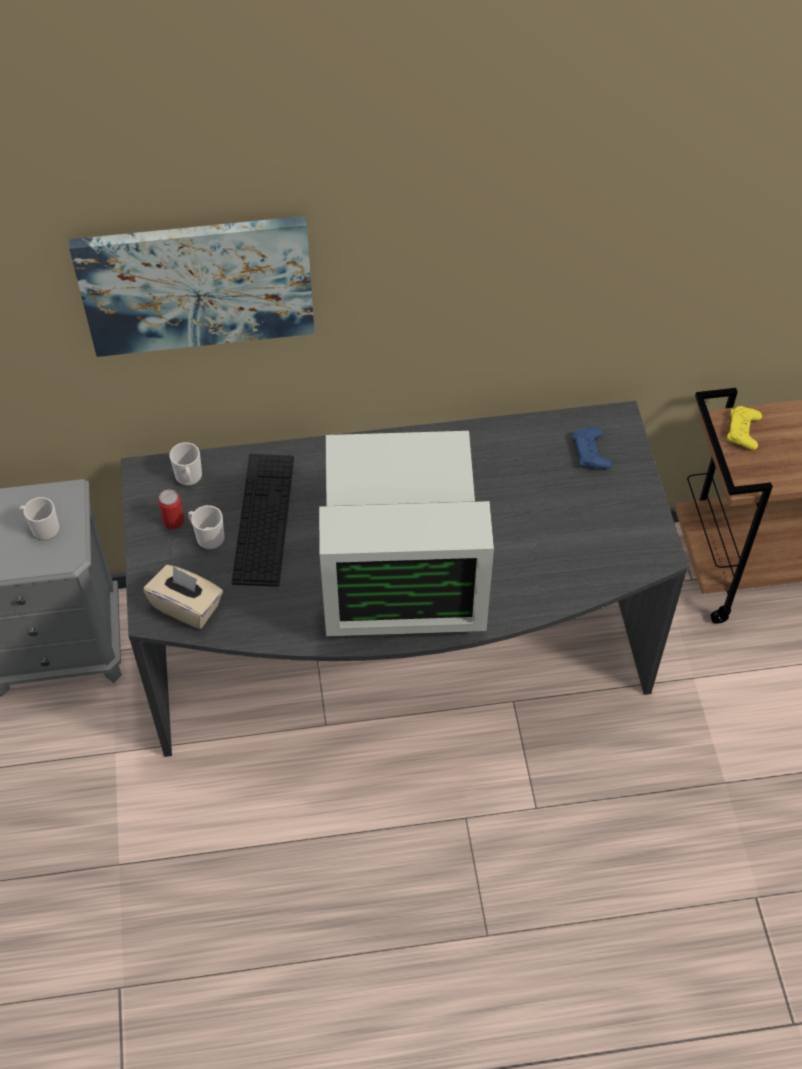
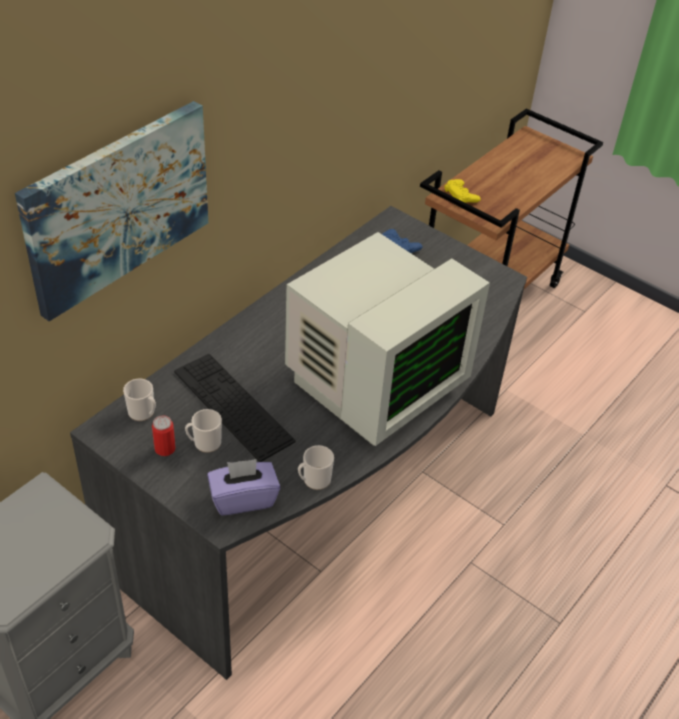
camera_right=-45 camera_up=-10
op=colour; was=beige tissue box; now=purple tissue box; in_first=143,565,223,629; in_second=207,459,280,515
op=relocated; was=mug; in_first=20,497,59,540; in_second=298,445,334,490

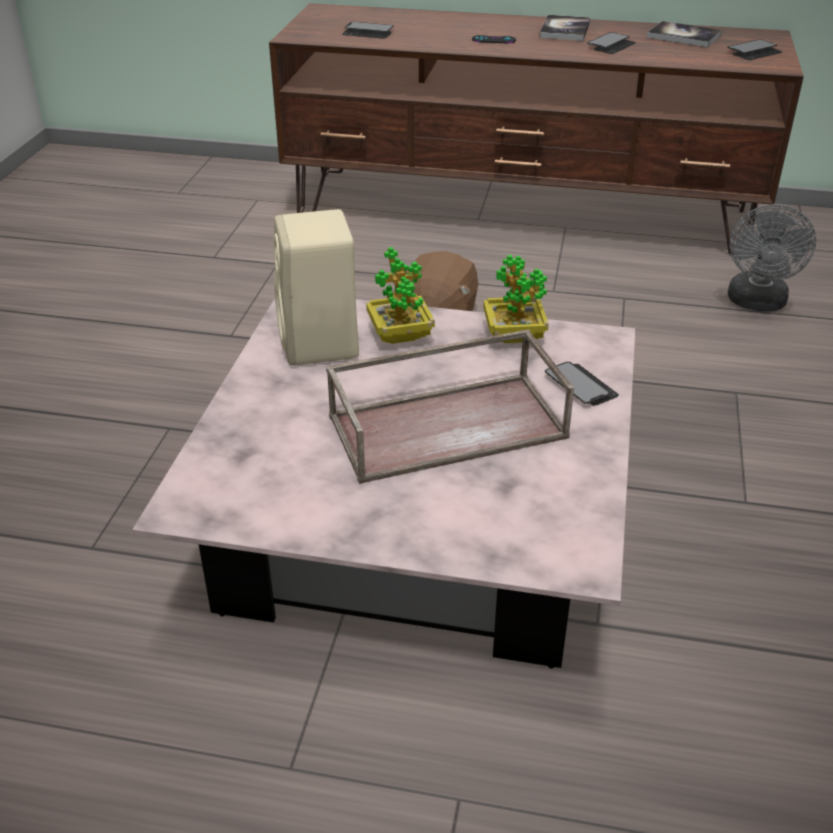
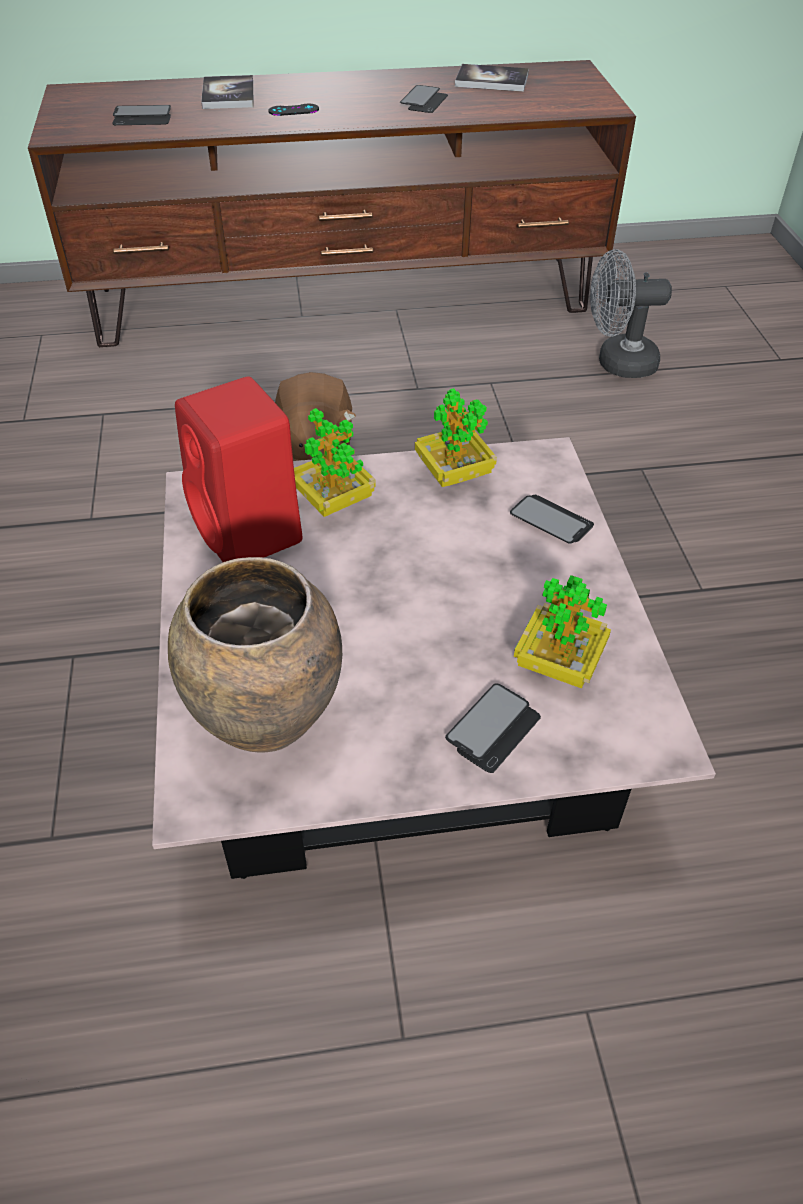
camera_right=-20 camera_up=10
op=appeared; now=brown vase; in_second=168,557,342,753
op=colour; was=beige speaker; now=red speaker; in_first=274,209,359,366; in_second=175,376,302,562
op=relocated; was=book; in_first=539,15,590,41; in_second=201,75,253,109
op=relocated; was=phone; in_first=728,39,782,60; in_second=445,684,541,773
op=appeared; now=potted plant; in_second=514,575,611,688
op=spun; was=grey fan; in_first=728,204,816,311; in_second=590,249,672,378; clockwise=90
op=missing; was=brown tray; in_first=326,329,574,484

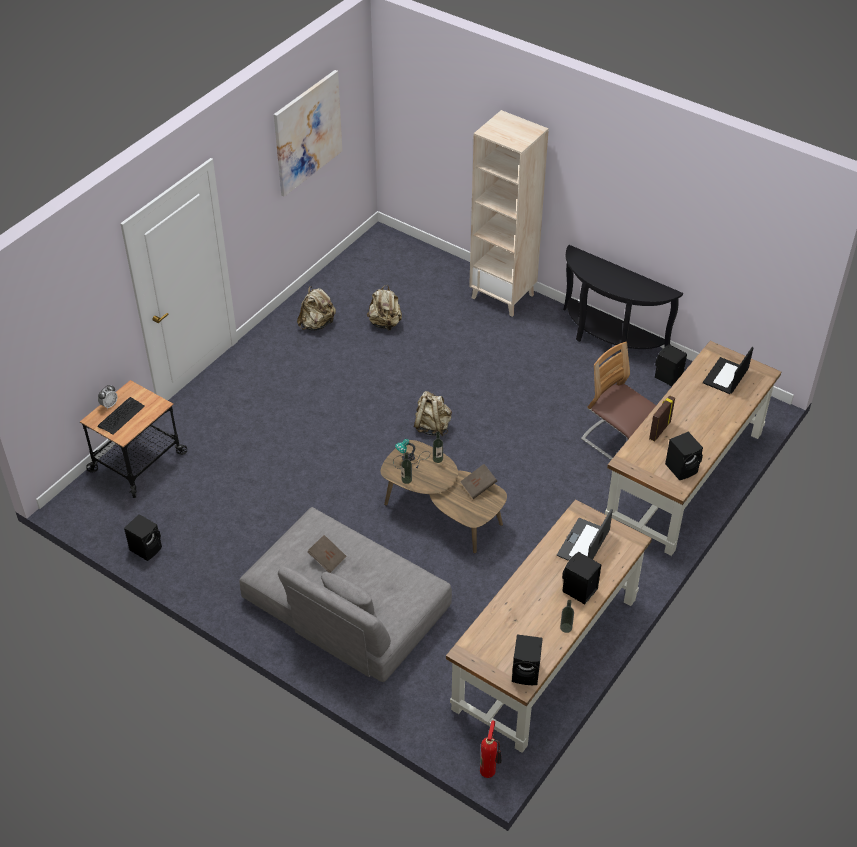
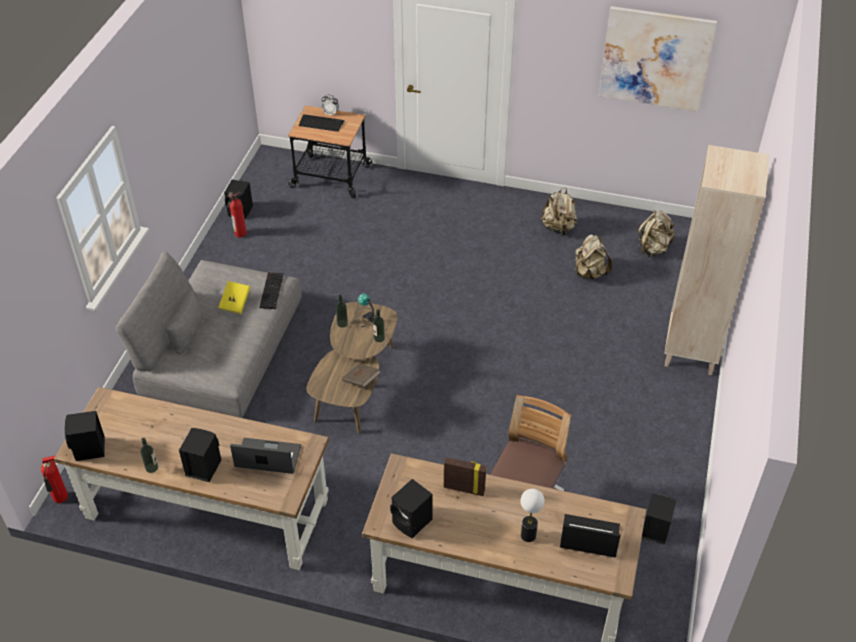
camera_right=70 camera_up=0
op=colour; was=brown book; now=yellow book; in_first=307,535,347,573; in_second=218,281,250,314
op=appeared; now=fire extinguisher; in_second=228,192,247,237
op=appeared; now=keyboard; in_second=259,272,284,309
op=appeared; now=table lamp; in_second=520,489,545,542
op=relocated; was=beige backpack; in_first=414,391,452,436; in_second=638,210,675,257
op=missing; was=black console table; in_first=563,245,683,352

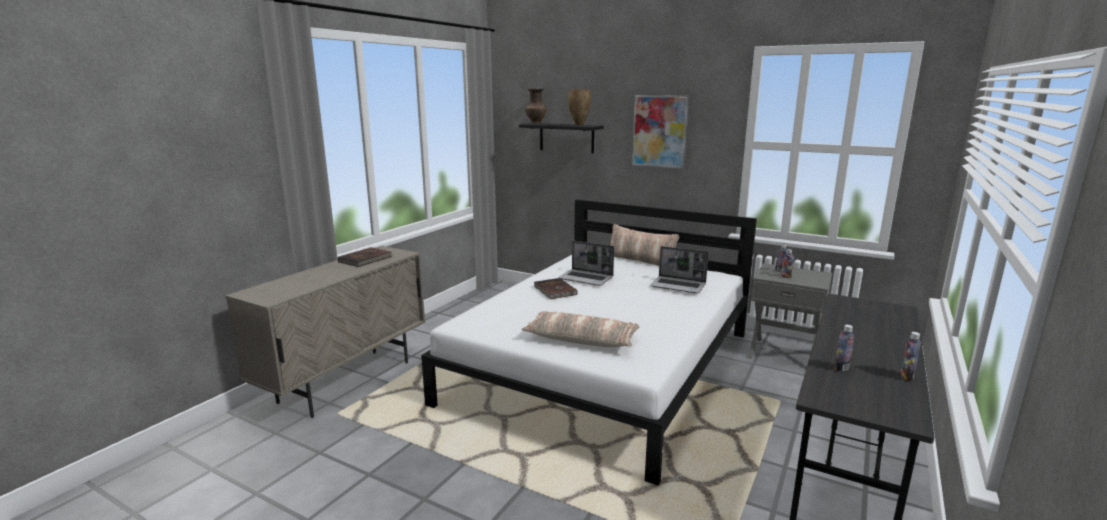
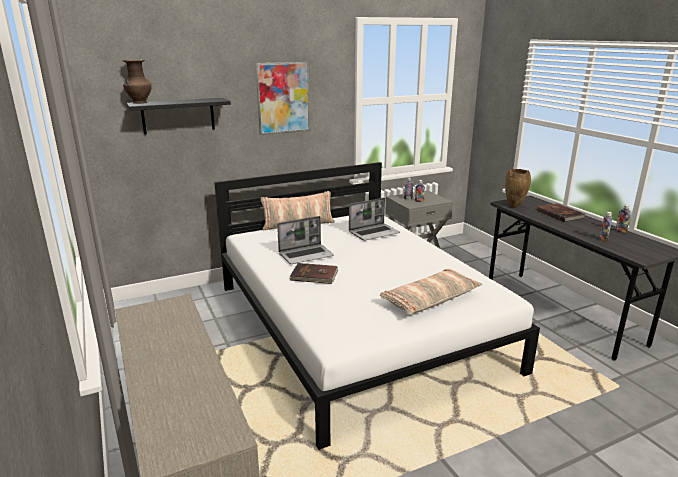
camera_right=-55 camera_up=5
op=relocated; was=brown vase; in_first=568,89,591,126; in_second=505,169,531,208
op=relocated; was=brown book; in_first=338,247,393,267; in_second=537,203,585,222

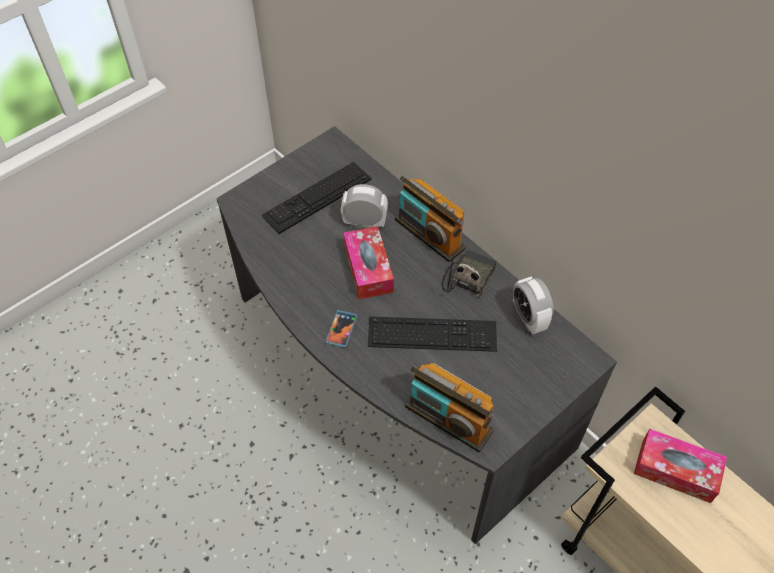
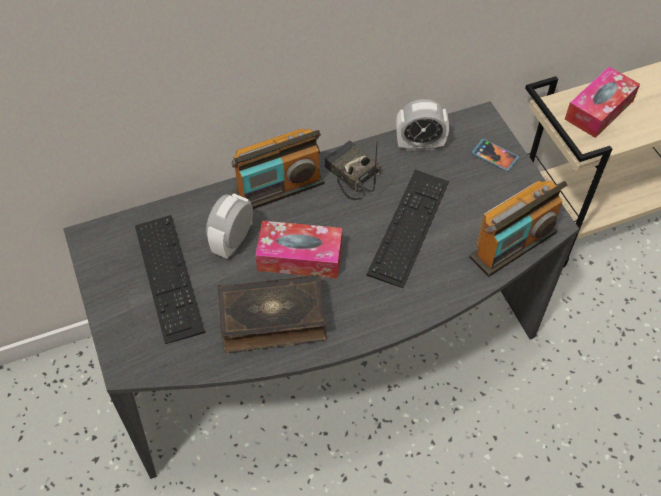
camera_right=-70 camera_up=0
op=appeared; now=book; in_second=218,274,327,353
op=relocated; was=phone; in_first=325,310,357,348; in_second=471,139,519,172

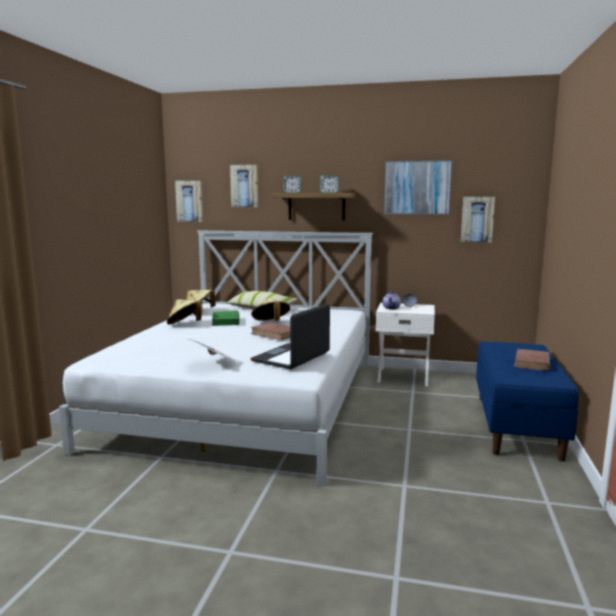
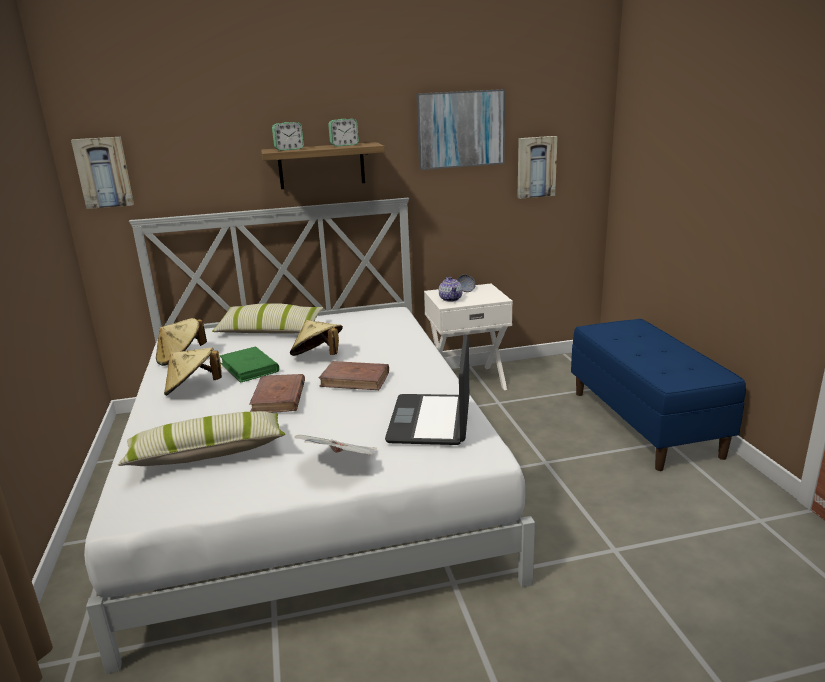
camera_right=-25 camera_up=10
op=appeared; now=pillow; in_second=118,411,285,466
op=relocated; was=brown book; in_first=514,349,550,371; in_second=249,374,305,413
op=missing; was=picture; in_first=230,165,258,207

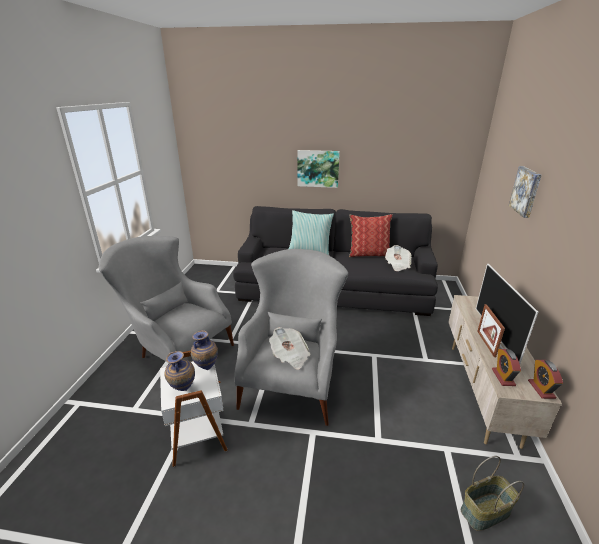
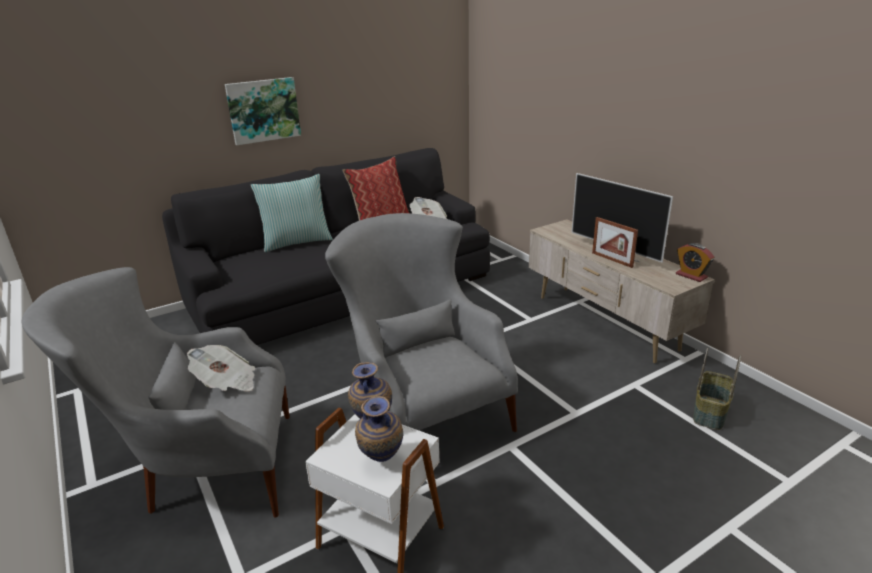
camera_right=-40 camera_up=0
op=relocated; was=newspaper; in_first=269,327,311,370; in_second=187,345,255,391
op=missing; was=alarm clock; in_first=492,349,521,386
op=missing; was=picture; in_first=509,166,541,218

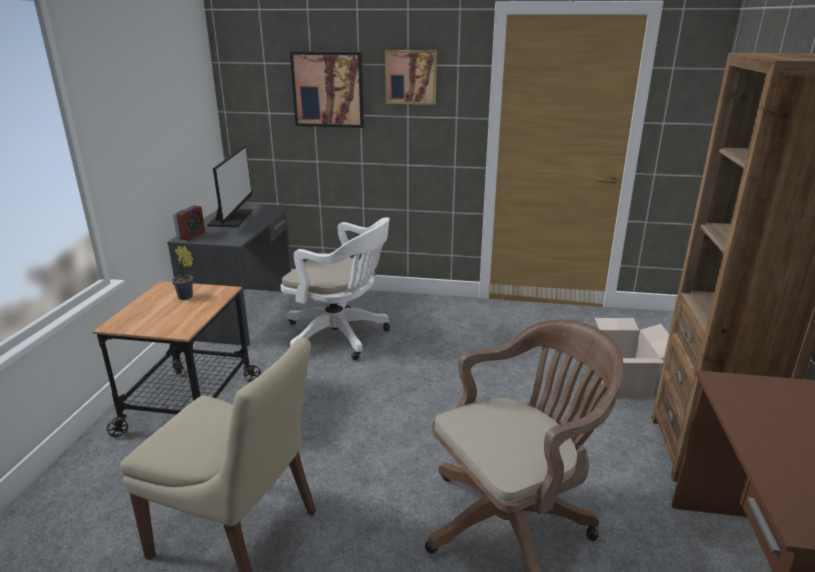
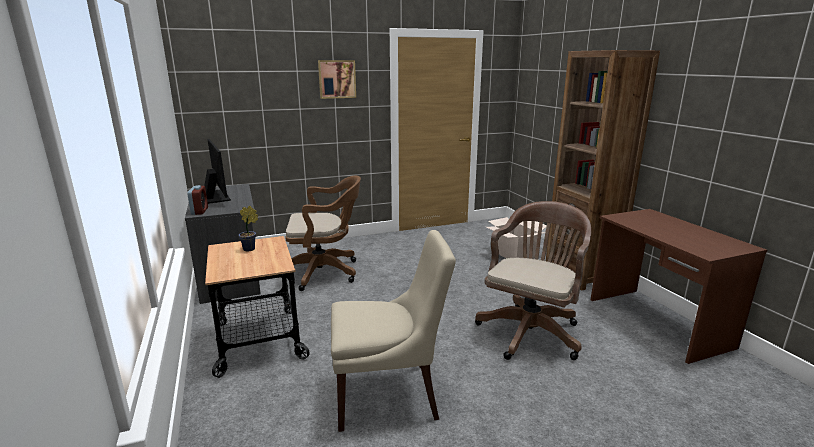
camera_right=-30 camera_up=-5
op=colour; was=white office chair; now=brown office chair; in_first=281,217,390,360; in_second=286,176,361,291
op=missing; was=picture; in_first=290,51,364,128

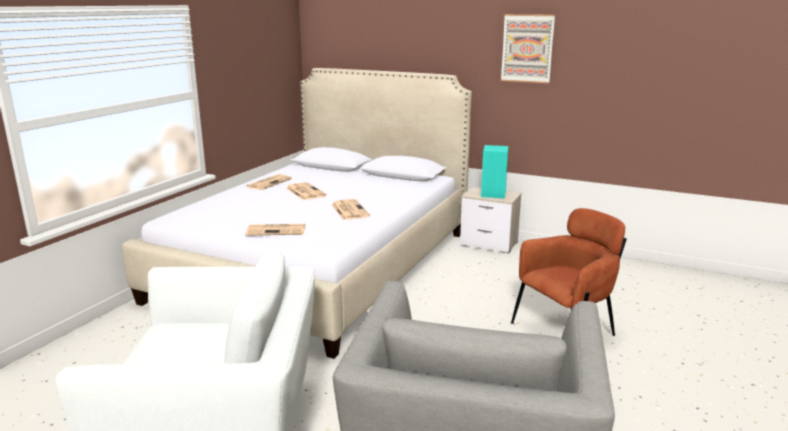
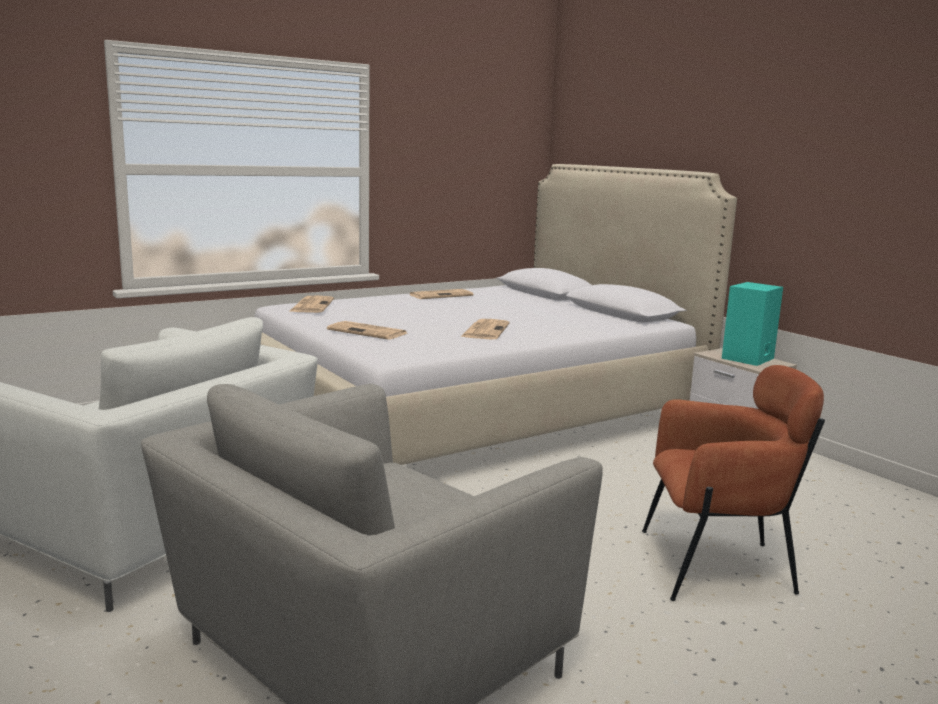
camera_right=30 camera_up=-5
op=relocated; was=newspaper; in_first=286,182,327,200; in_second=290,296,334,313
op=missing; was=picture; in_first=501,14,555,83

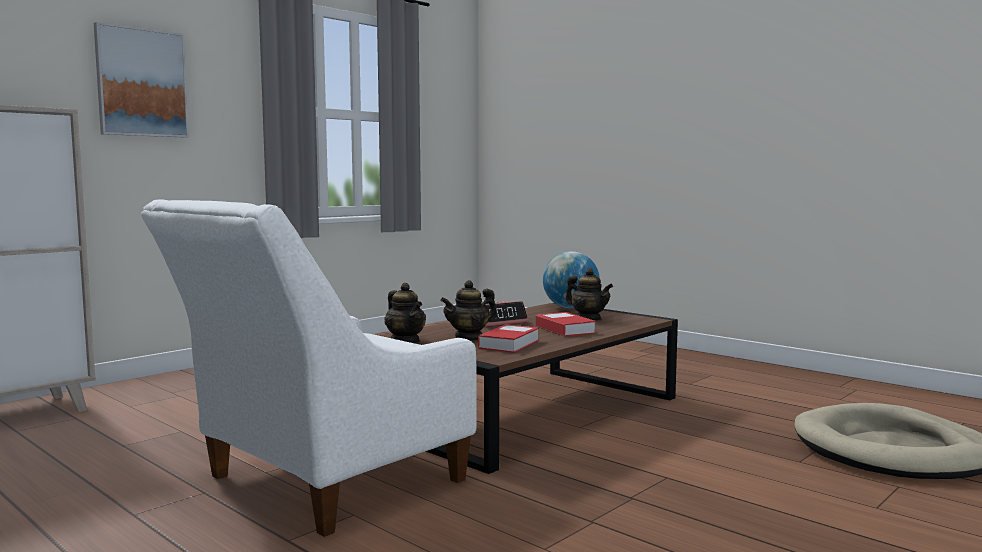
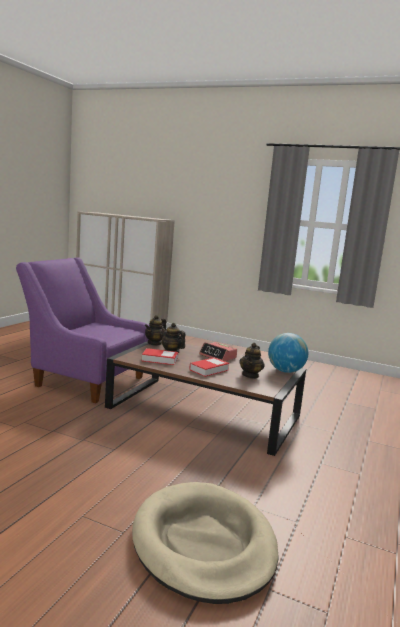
camera_right=70 camera_up=5
op=colour; was=white armchair; now=purple armchair; in_first=141,199,477,537; in_second=16,257,149,403
op=missing; was=picture; in_first=94,22,189,138

